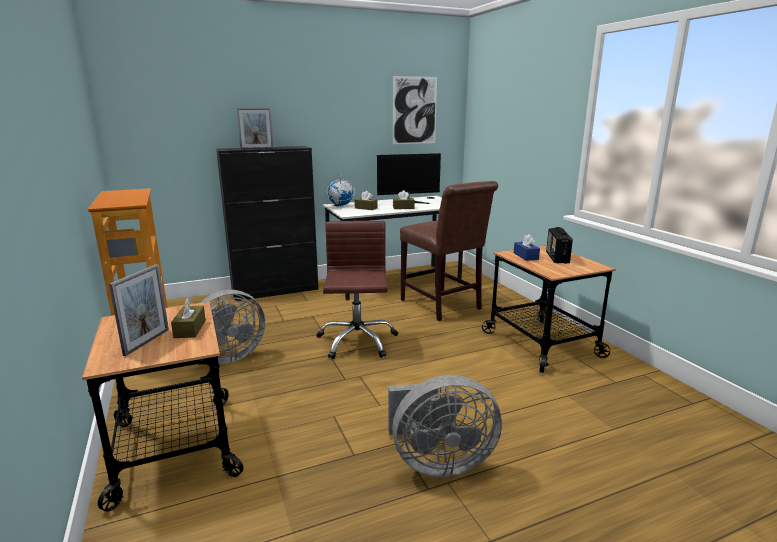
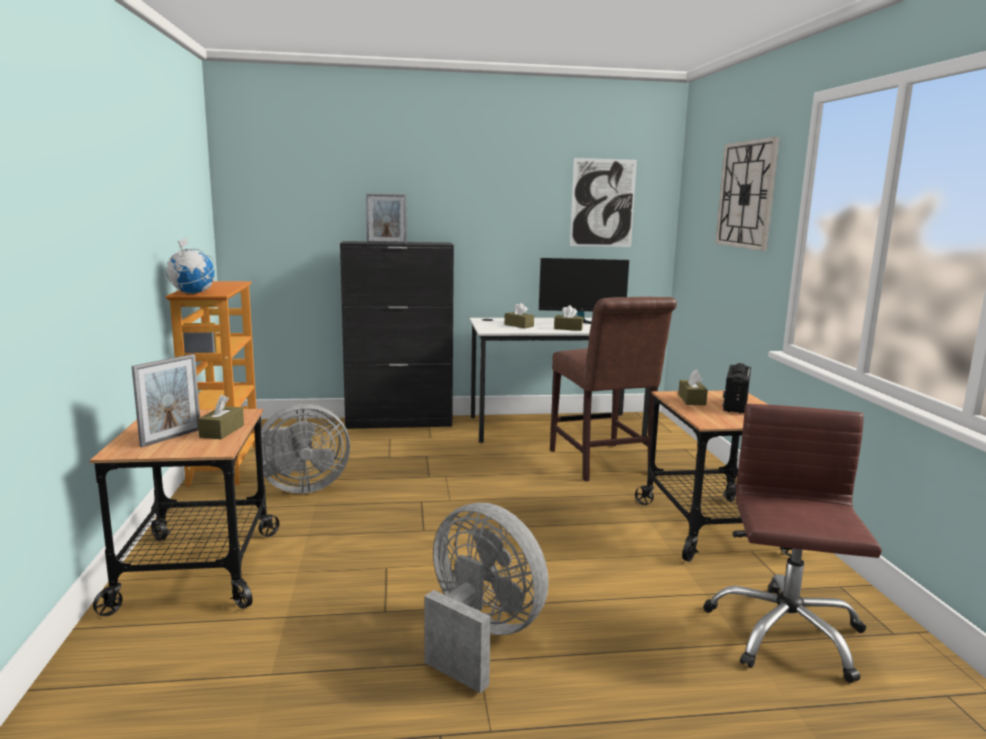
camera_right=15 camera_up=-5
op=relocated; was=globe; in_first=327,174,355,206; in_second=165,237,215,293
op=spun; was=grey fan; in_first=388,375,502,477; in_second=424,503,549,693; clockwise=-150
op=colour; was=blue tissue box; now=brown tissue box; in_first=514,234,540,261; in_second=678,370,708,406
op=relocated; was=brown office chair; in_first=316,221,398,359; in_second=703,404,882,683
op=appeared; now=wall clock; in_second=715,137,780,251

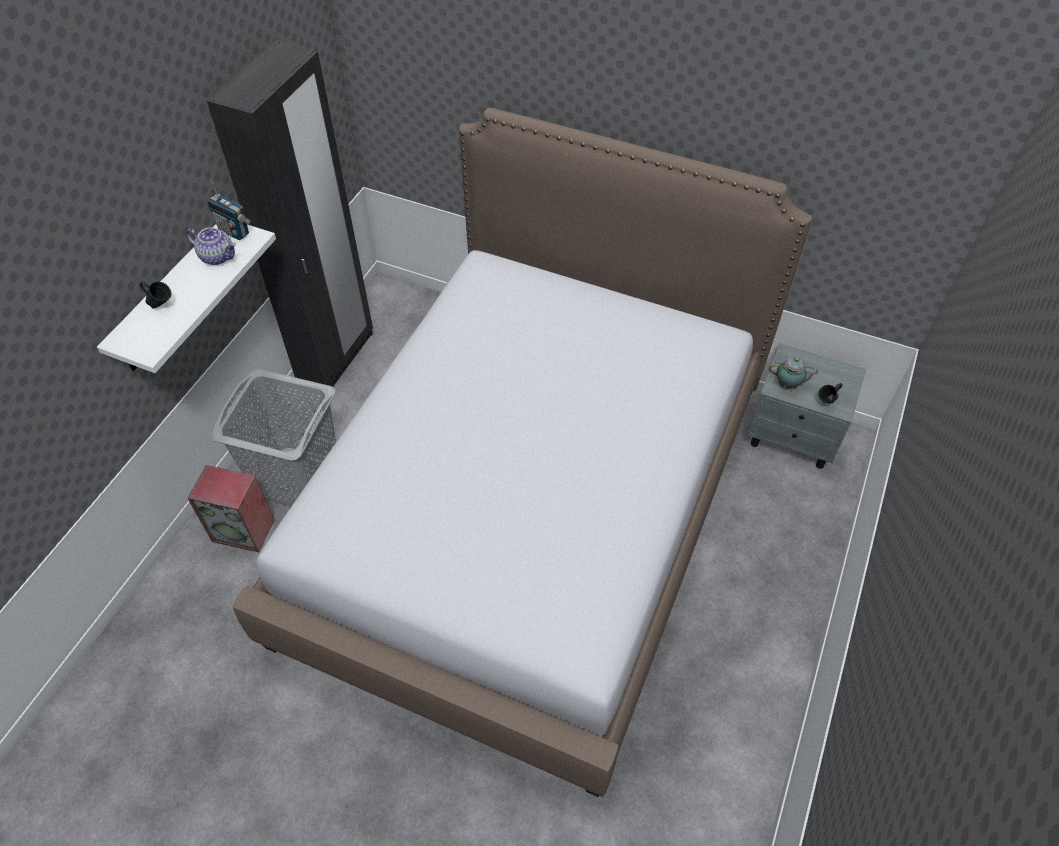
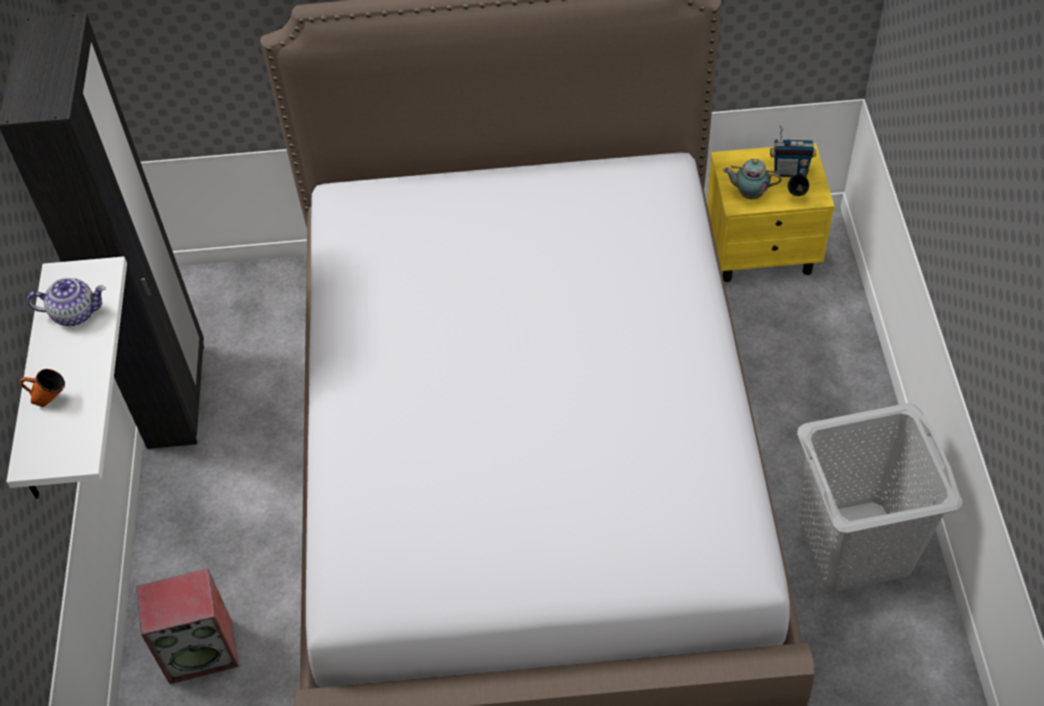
camera_right=-25 camera_up=0
op=colour; was=blue mug; now=orange mug; in_first=140,281,171,309; in_second=20,369,65,407
op=colour; was=grey nightstand; now=yellow nightstand; in_first=748,343,866,469; in_second=707,143,834,282
op=spun; was=teapot; in_first=769,356,819,389; in_second=723,159,782,199; clockwise=-150
op=relocated; was=radio; in_first=207,179,252,240; in_second=770,125,816,177
op=relocated; was=grey laundry basket; in_first=211,369,336,507; in_second=797,403,962,592

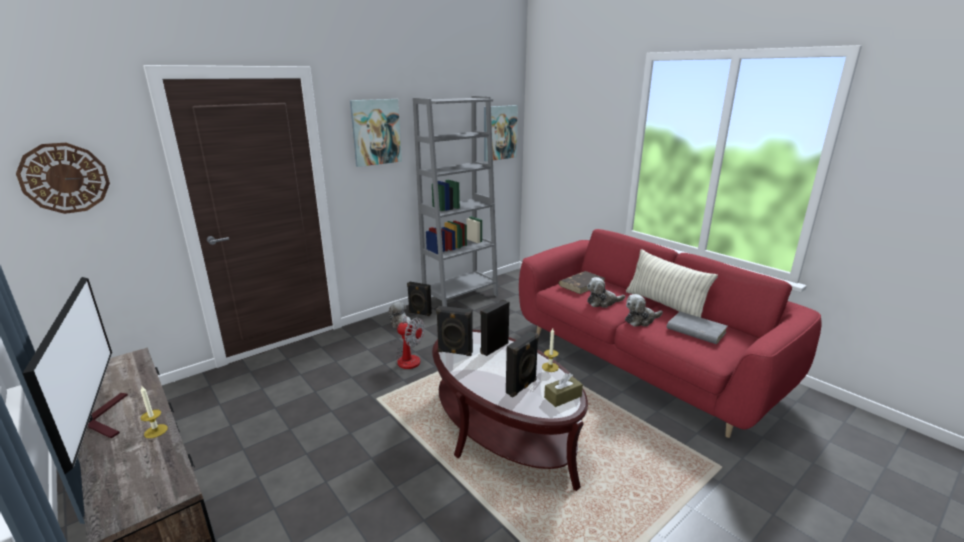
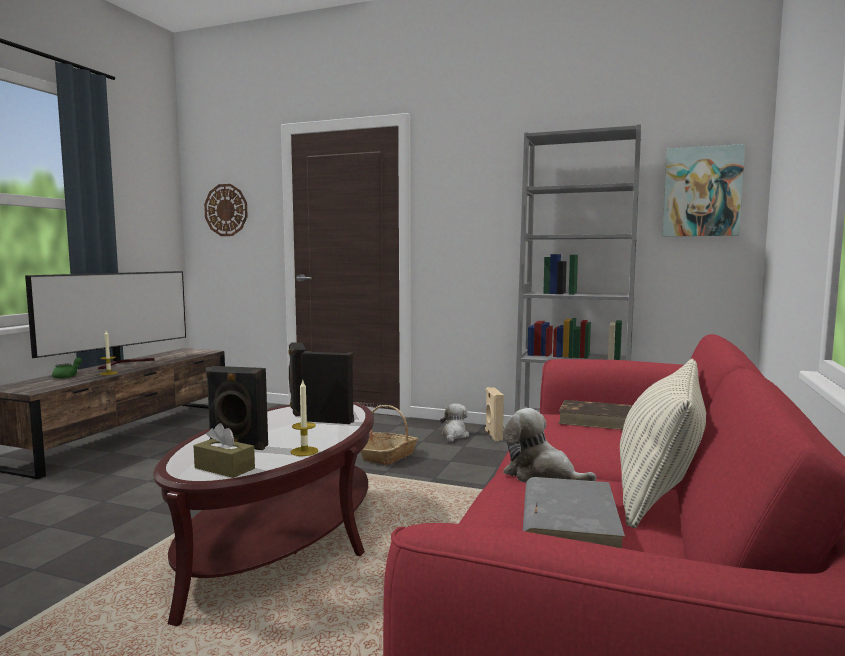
camera_right=60 camera_up=-15
op=appeared; now=green teapot; in_second=52,358,82,379
op=exchanged; was=fan; now=basket; in_first=395,317,425,369; in_second=361,405,418,465
op=colour; was=black speaker; now=beige speaker; in_first=407,282,432,316; in_second=485,387,504,441
op=missing; was=picture; in_first=350,99,402,167
op=missing; was=plush toy; in_first=587,277,625,308

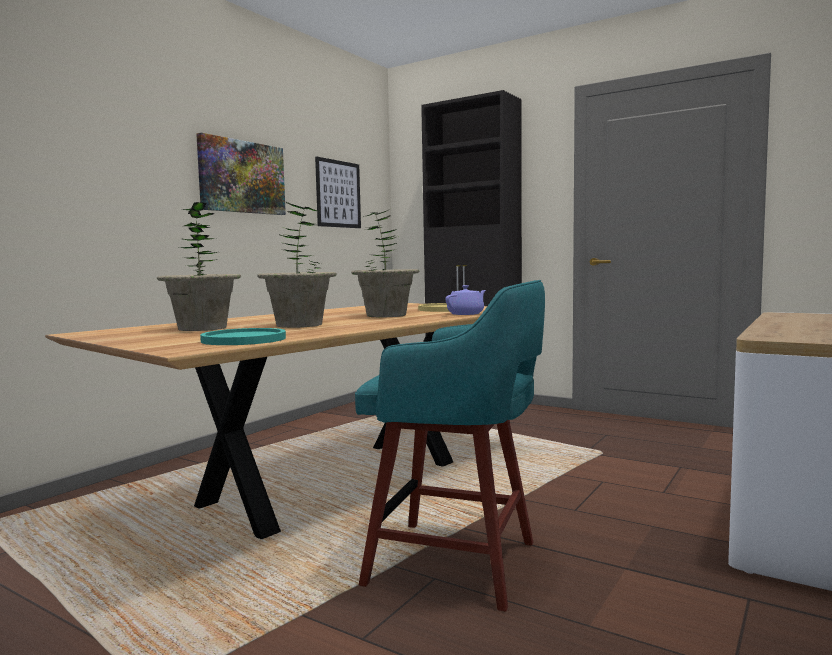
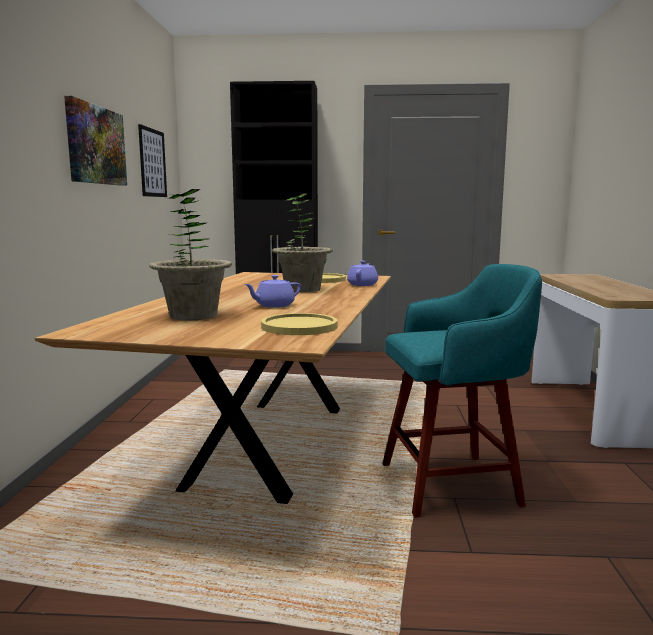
camera_right=-30 camera_up=5
op=exchanged; was=potted plant; now=purple teapot; in_first=257,202,337,328; in_second=244,275,301,308
op=colour; was=turquoise plate; now=yellow plate; in_first=200,328,286,345; in_second=261,313,338,335

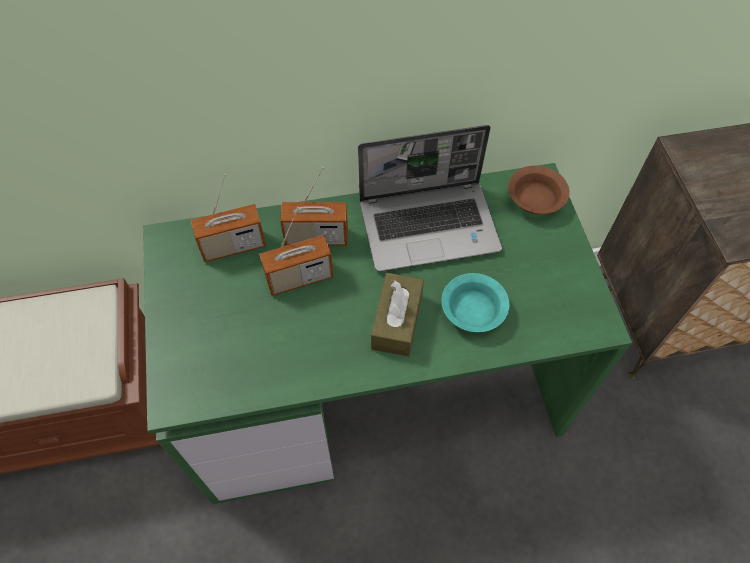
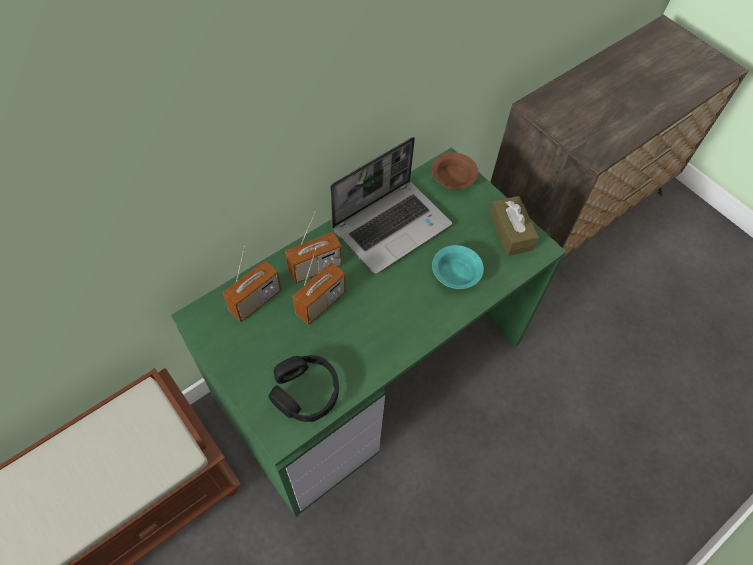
camera_right=-30 camera_up=0
op=appeared; now=black headphones; in_second=268,355,339,422
op=relocated; was=brown tissue box; in_first=371,273,424,357; in_second=489,196,539,256

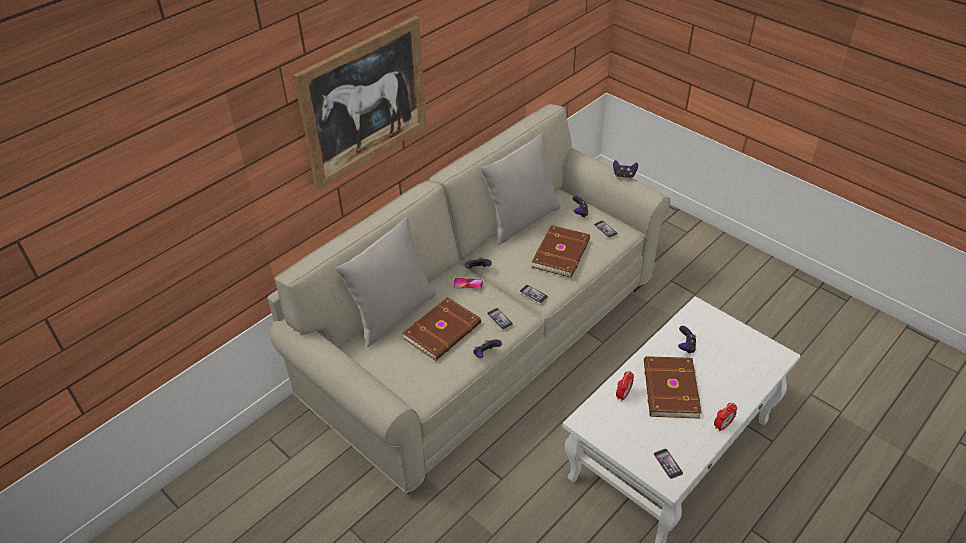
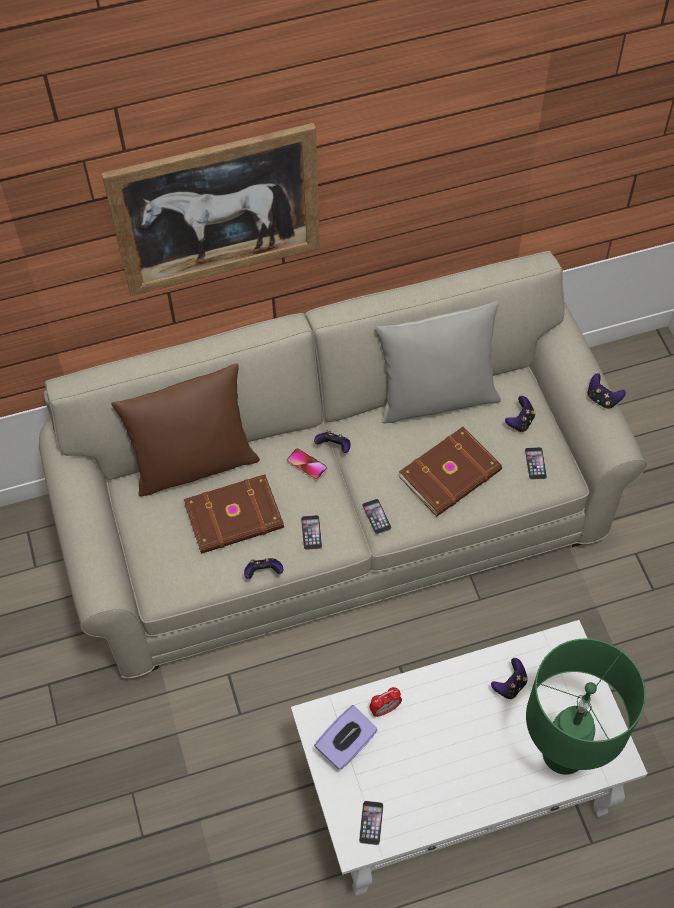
camera_right=30 camera_up=15
op=colour; was=grey pillow; now=brown pillow; in_first=336,217,436,347; in_second=111,363,260,497
op=appeared; now=purple tissue box; in_second=314,705,378,770
op=appeared; now=green table lamp; in_second=526,639,646,775
op=missing; was=brown book; in_first=644,356,702,419
op=missing; was=alarm clock; in_first=714,402,737,432

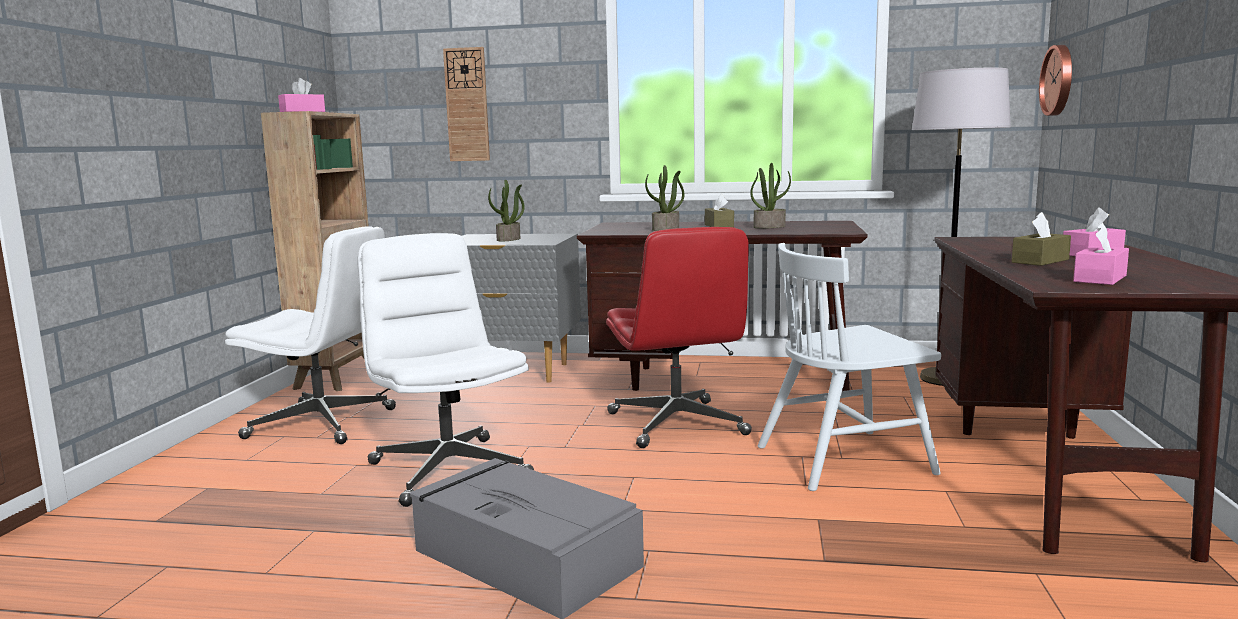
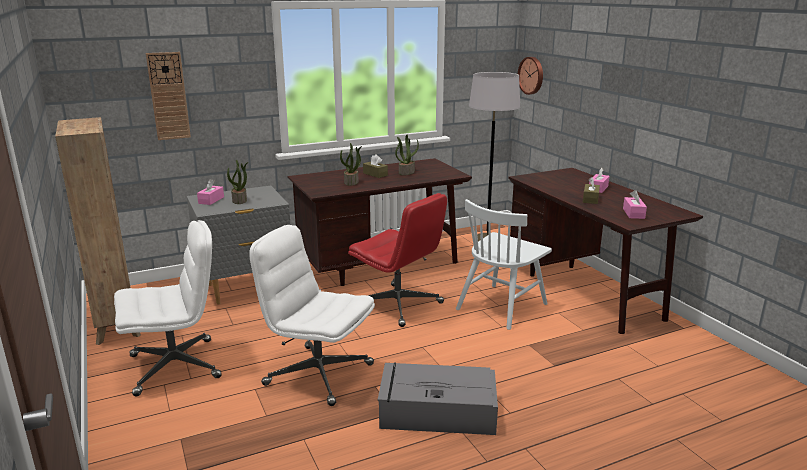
camera_right=-35 camera_up=10
op=relocated; was=pink tissue box; in_first=278,78,325,112; in_second=197,179,224,205

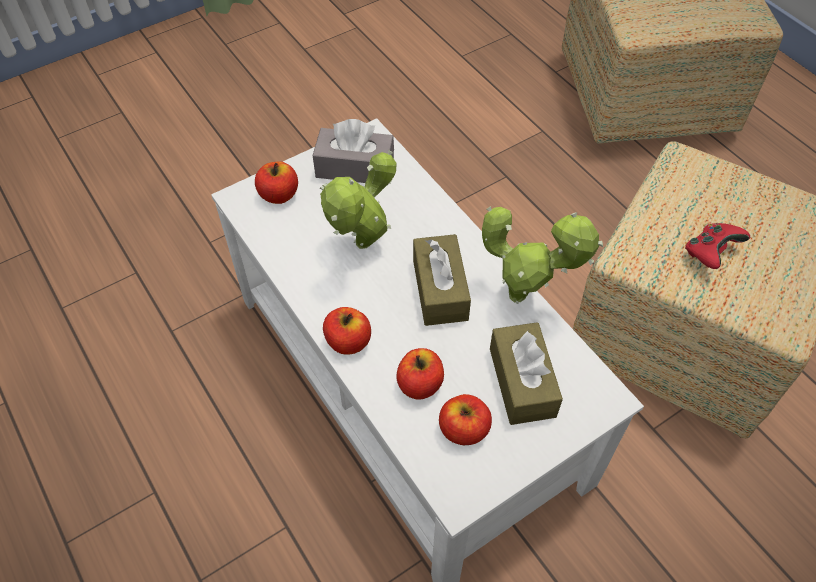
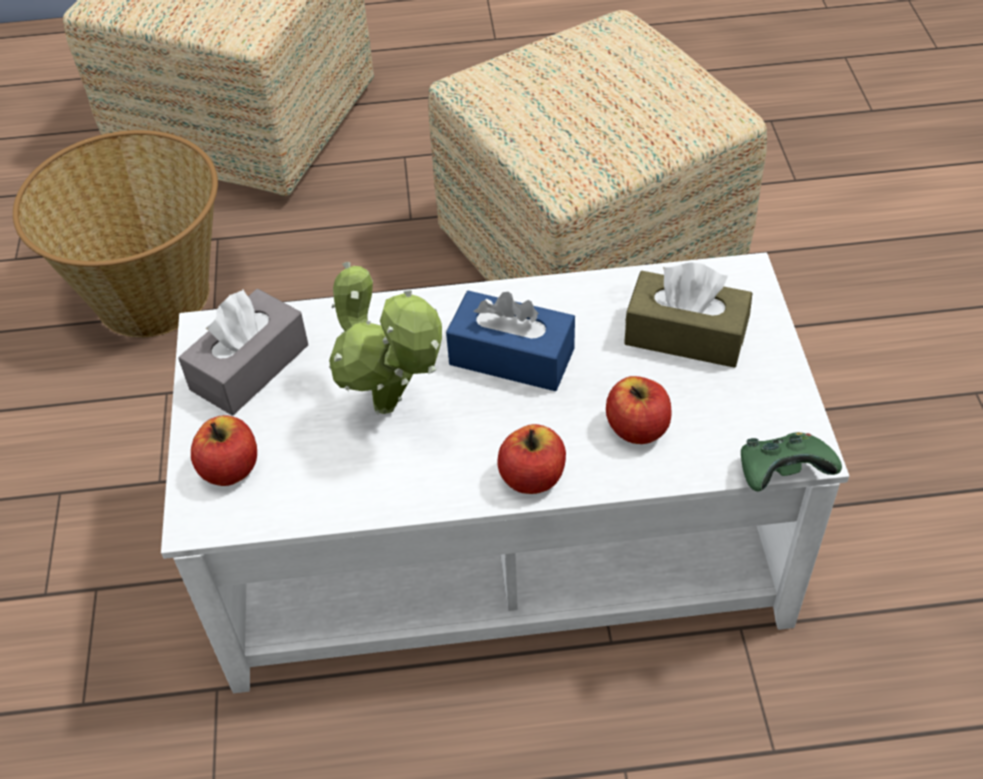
camera_right=-60 camera_up=-5
op=appeared; now=basket; in_second=13,130,218,338
op=colour; was=brown tissue box; now=blue tissue box; in_first=413,234,471,326; in_second=446,291,575,391
op=appeared; now=green game controller; in_second=741,432,842,491
op=missing; was=apple; in_first=439,394,492,445
op=missing; was=potted plant; in_first=482,206,603,304
op=missing; was=red game controller; in_first=685,223,750,269

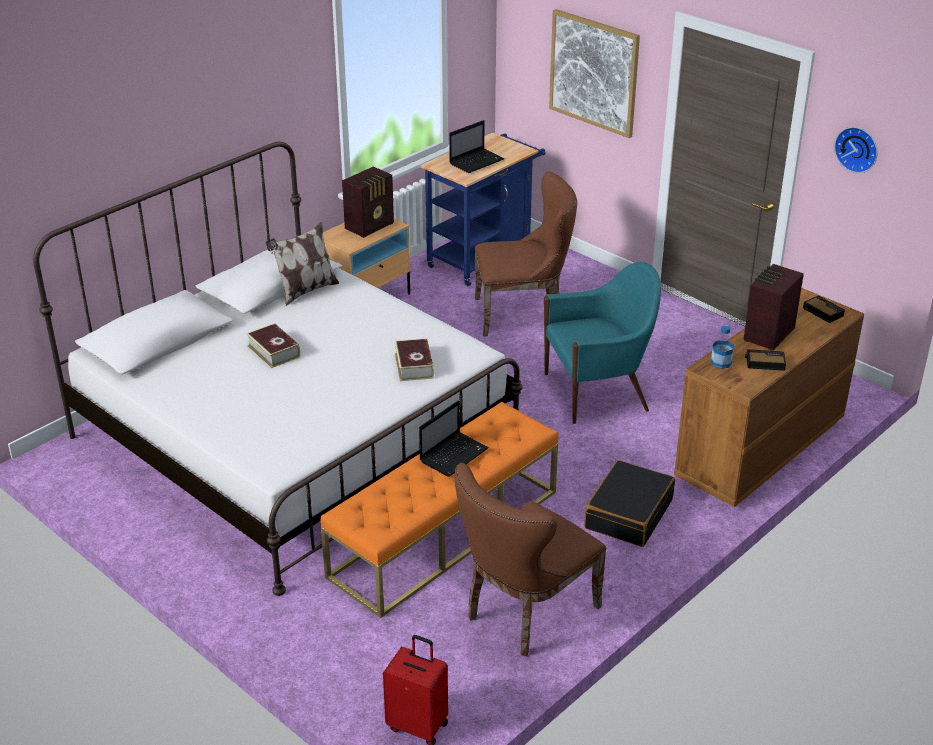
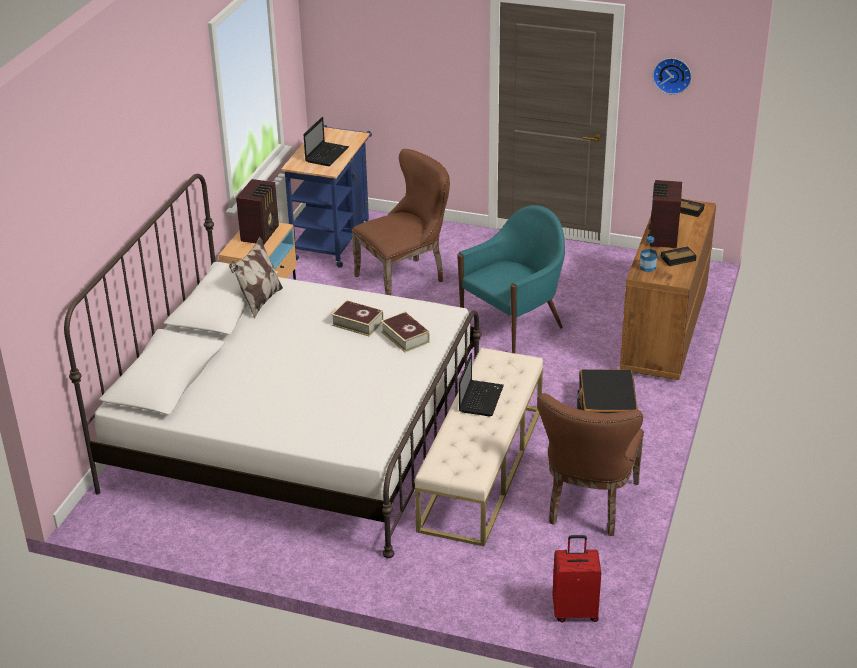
camera_right=-25 camera_up=0
op=relocated; was=book; in_first=246,323,300,368; in_second=331,300,384,336
op=colour; was=orange bench; now=beige bench; in_first=321,402,558,618; in_second=415,348,543,547
op=missing; was=picture; in_first=549,9,640,138

